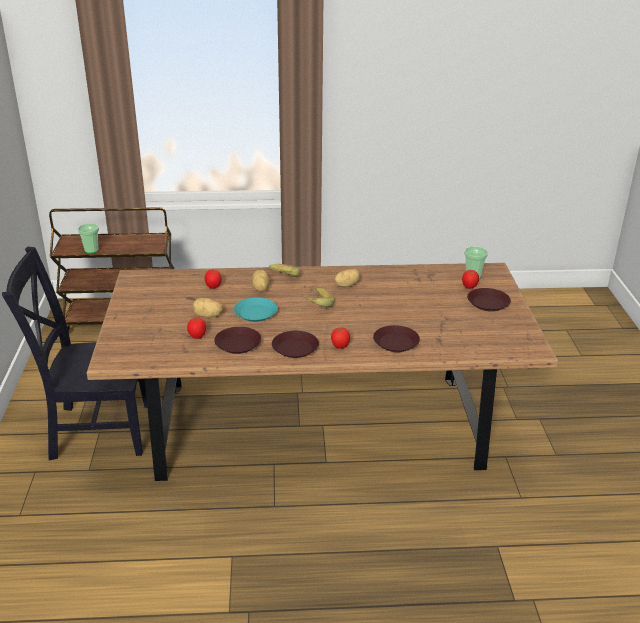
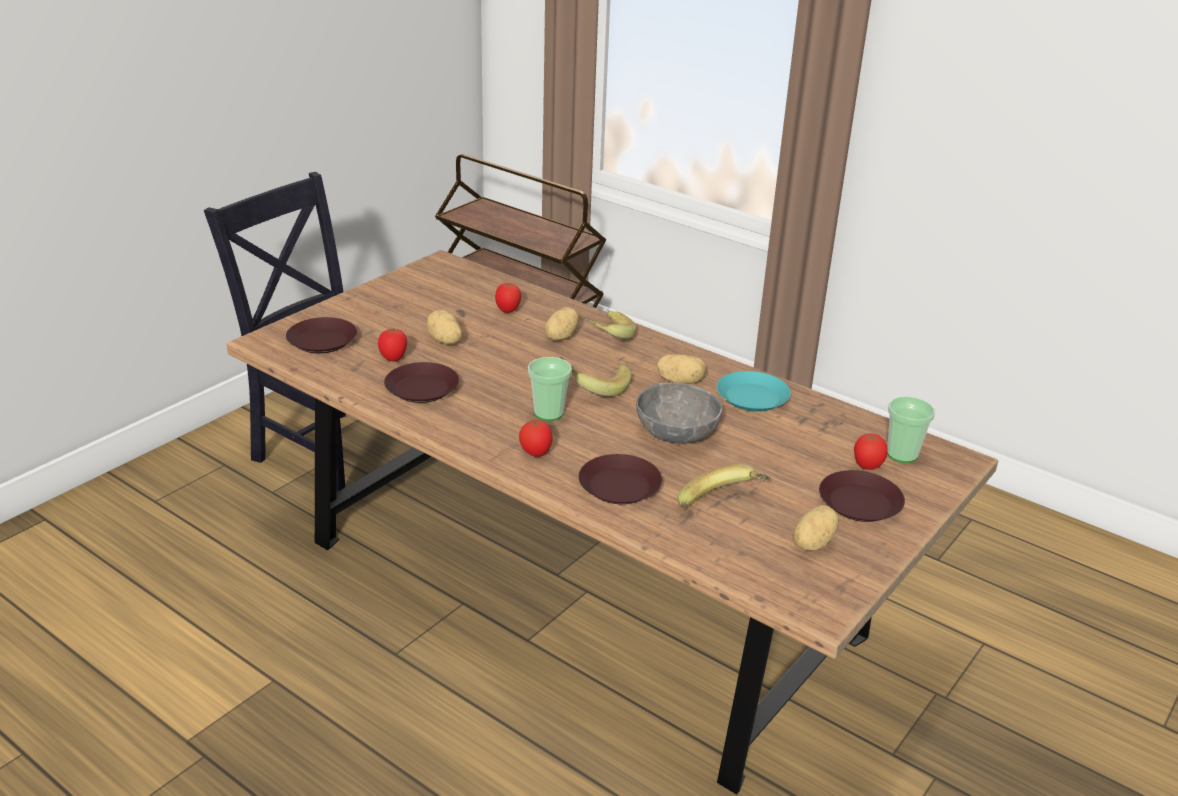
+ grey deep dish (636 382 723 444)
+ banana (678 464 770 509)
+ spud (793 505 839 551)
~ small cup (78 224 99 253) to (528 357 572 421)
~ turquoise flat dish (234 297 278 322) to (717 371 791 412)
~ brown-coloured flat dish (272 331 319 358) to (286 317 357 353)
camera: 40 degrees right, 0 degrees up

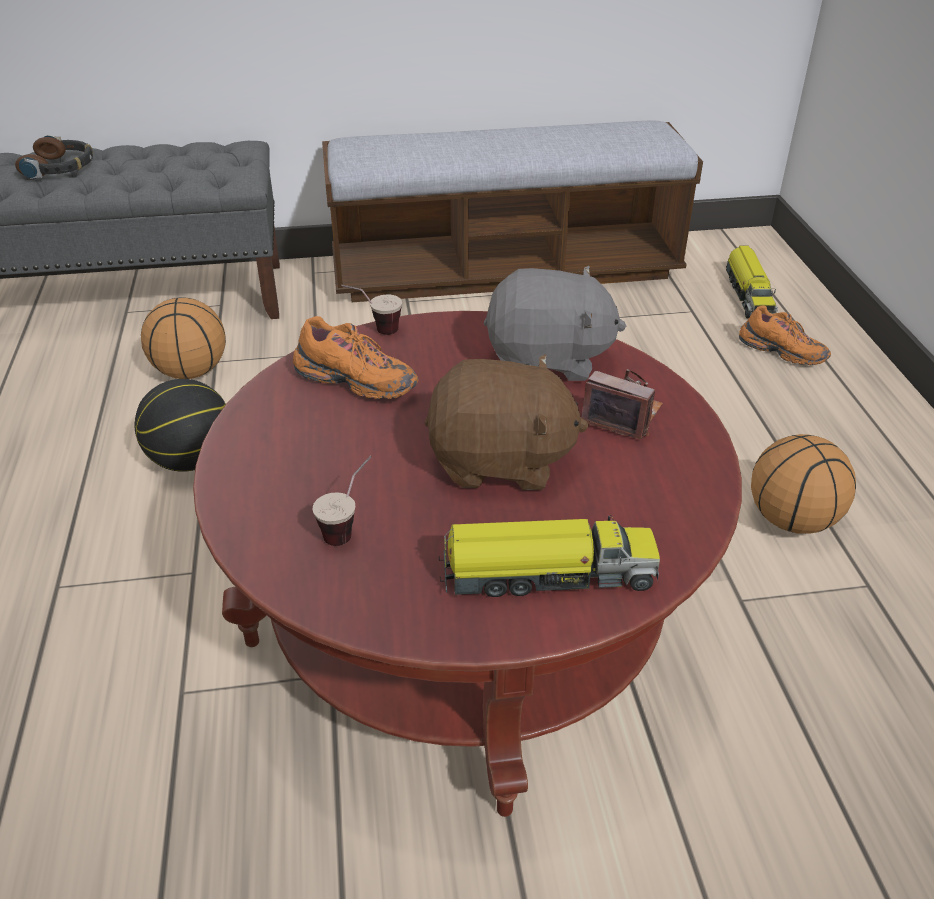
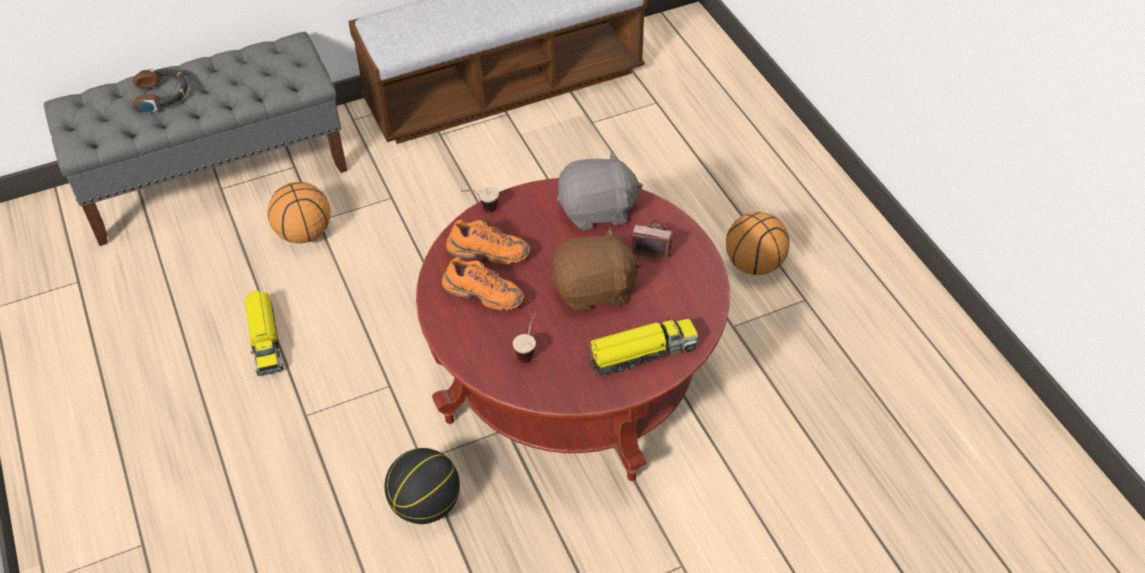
~ basketball (135 379 226 472) to (385 448 460 524)
~ toy lorry (726 245 778 318) to (245 290 283 376)
~ orange-coloured item of footwear (739 305 831 365) to (442 257 525 310)
camera: 15 degrees left, 10 degrees up

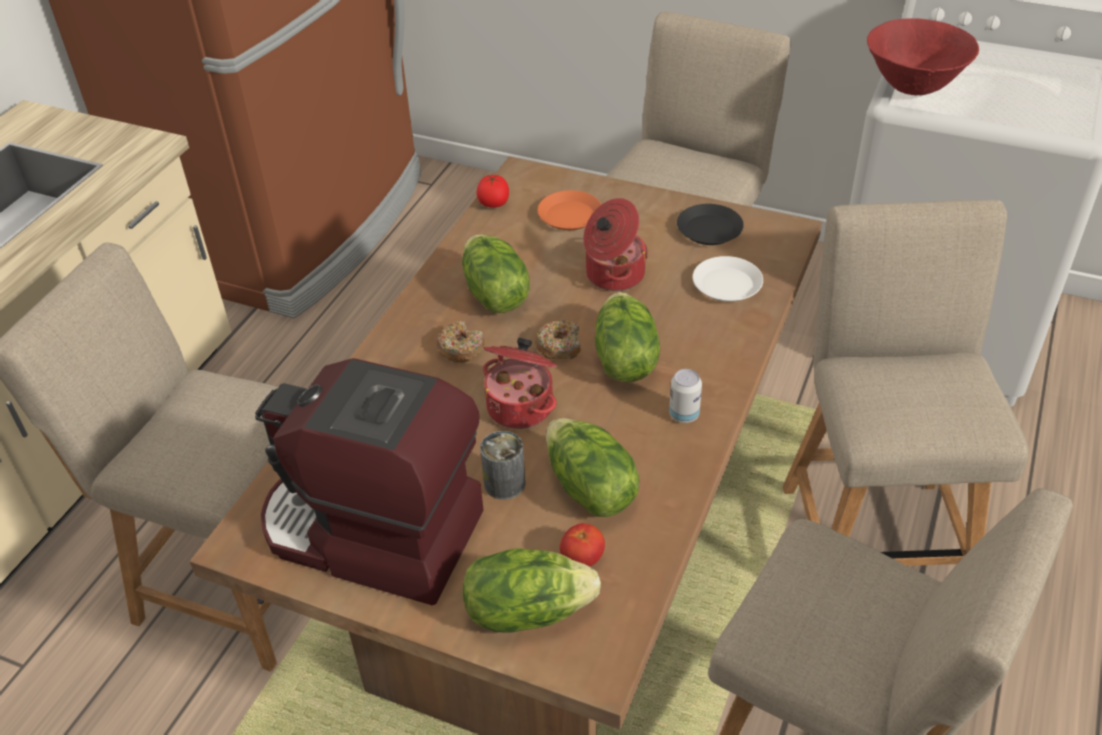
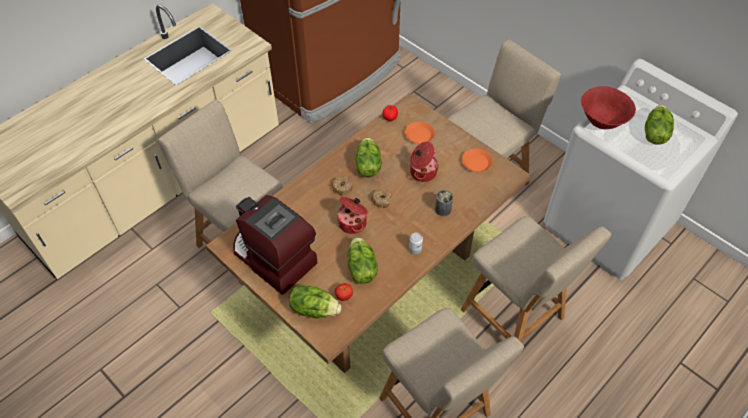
- white-coloured flat dish (693 256 763 302)
~ sealed can (480 431 525 500) to (435 190 453 216)
~ head of lettuce (595 292 660 382) to (645 105 674 145)
~ black flat dish (677 204 744 245) to orange-coloured flat dish (462 148 493 172)
~ beige-coloured plain chair (782 200 1029 566) = (461 216 611 342) 120 degrees clockwise
camera: 20 degrees right, 10 degrees up

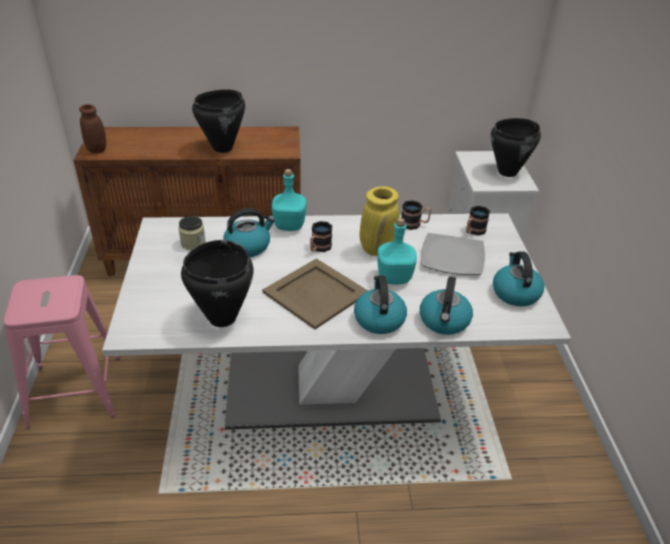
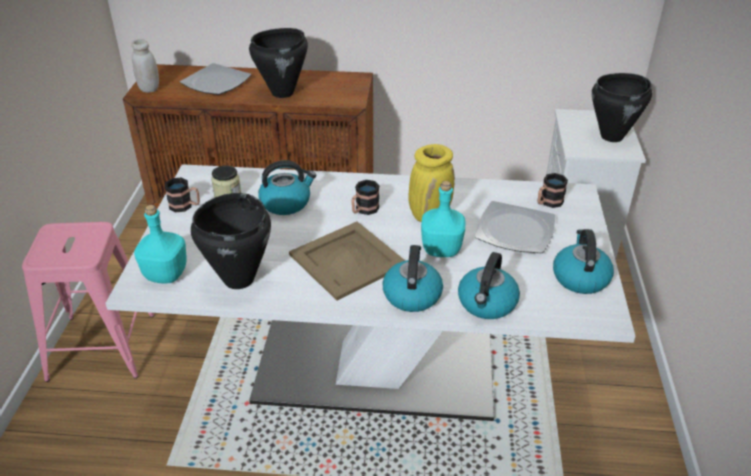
+ flat dish (180 63 251 95)
~ turquoise beverage bottle (272 169 307 231) to (134 205 186 284)
~ coffee mug (401 200 431 230) to (165 177 200 212)
~ brown-coloured jar (79 104 106 153) to white-coloured jar (131 39 159 93)
camera: 10 degrees right, 0 degrees up

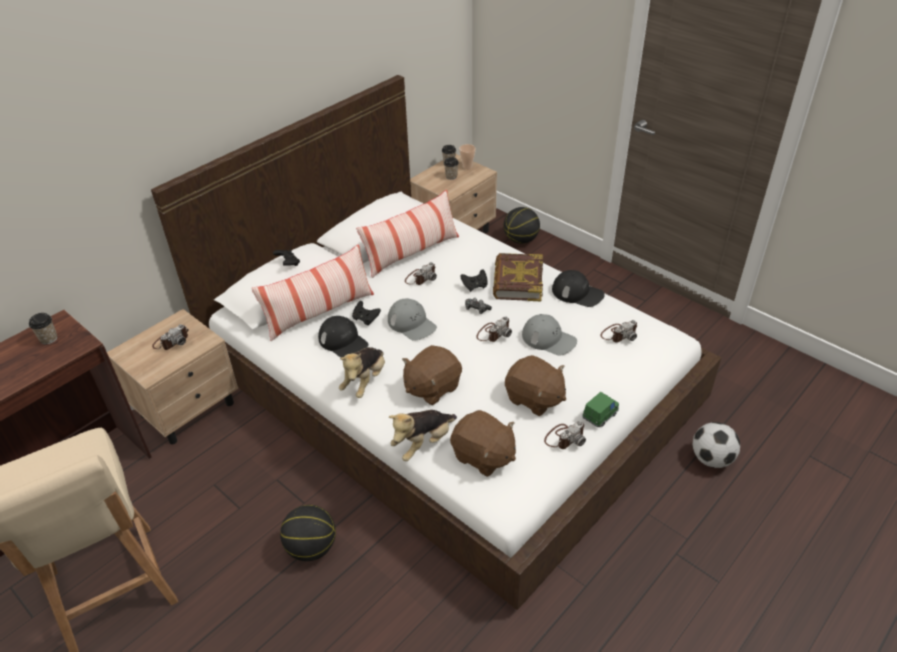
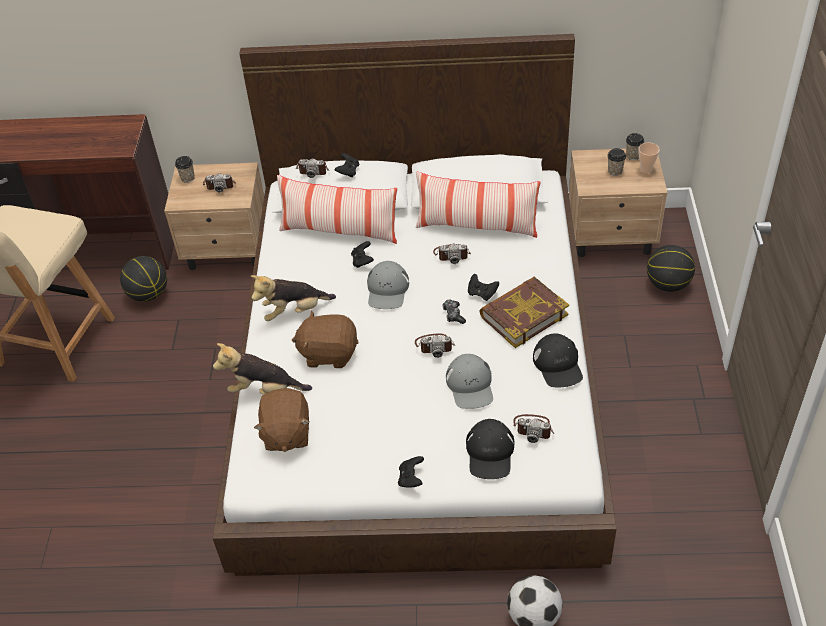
- brown-coloured soft toy (505 355 566 416)
~ small cup (29 313 57 344) to (175 156 195 183)
~ basketball (280 505 336 561) to (120 256 167 302)
~ black cap (318 316 369 358) to (466 419 515 479)
~ still camera (544 421 586 449) to (296 158 329 178)
~ greenish toy car (582 392 619 427) to black game controller (398 456 424 487)
camera: 50 degrees right, 5 degrees up

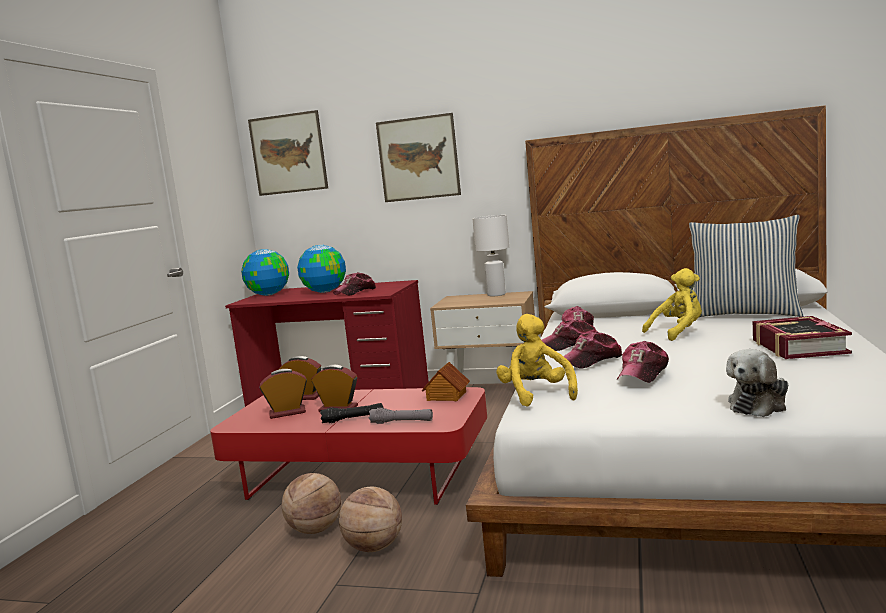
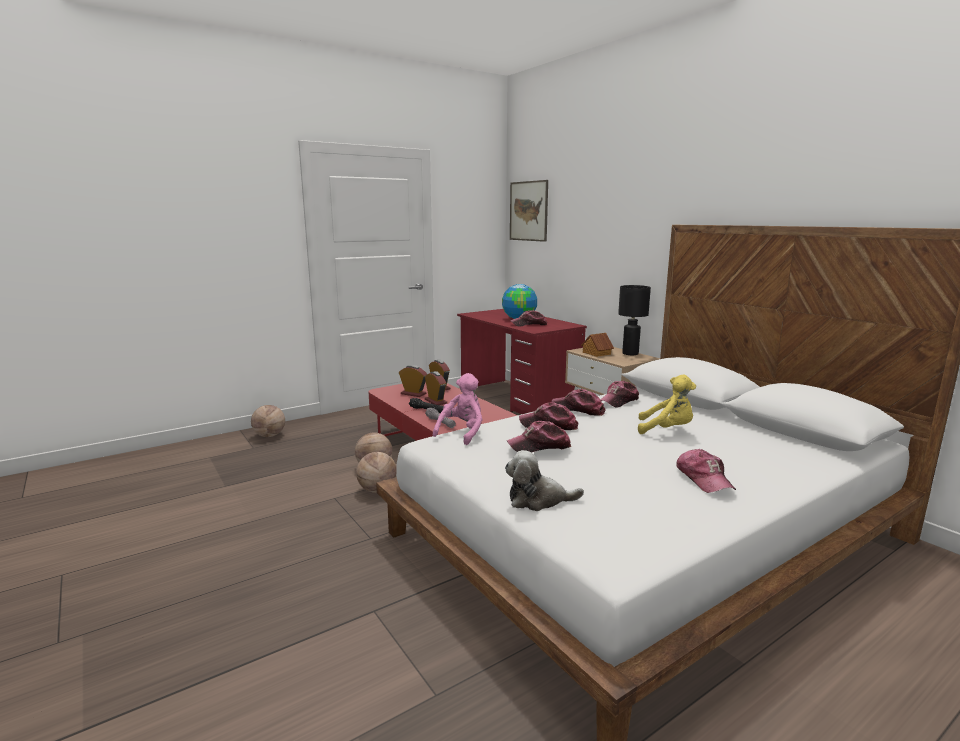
- globe (241 249 289 296)
- wall picture (376 113 461 202)
- throw pillow (689 215 803 317)
+ basketball (251 405 285 437)
~ model house (421 362 470 401) to (581 333 614 357)
~ book (753 316 852 359) to cap (677 449 736 493)
~ white-coloured tabletop lamp (473 215 509 296) to black tabletop lamp (618 285 651 355)
~ yellow soft toy (496 314 578 406) to pink soft toy (433 373 482 445)
camera: 40 degrees right, 5 degrees up

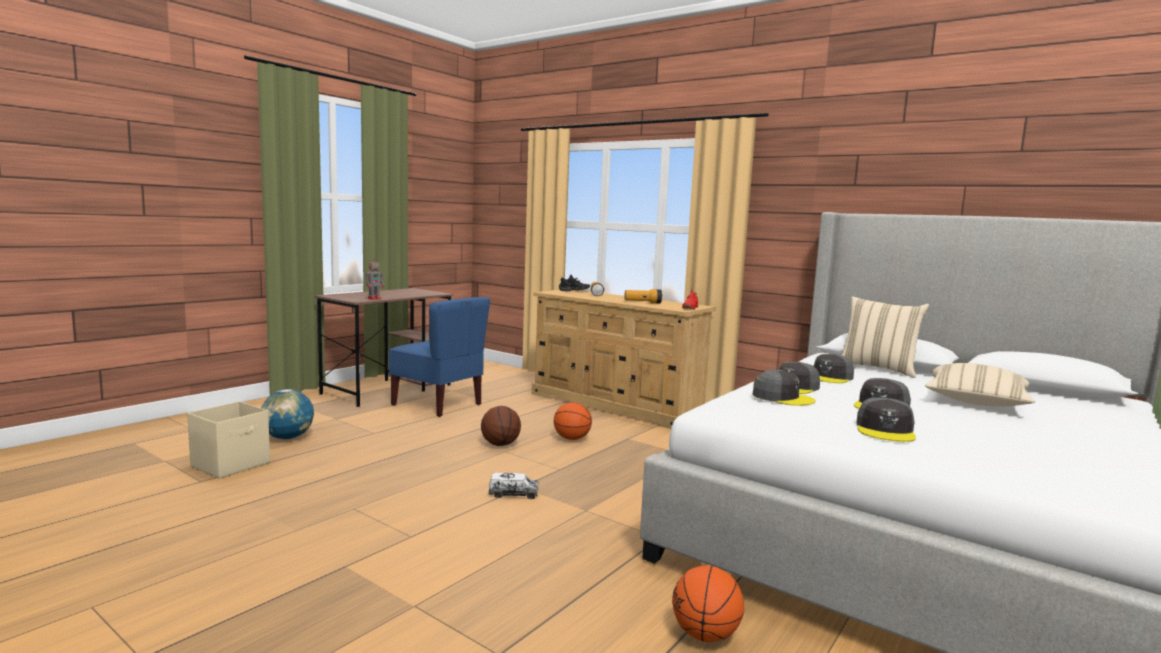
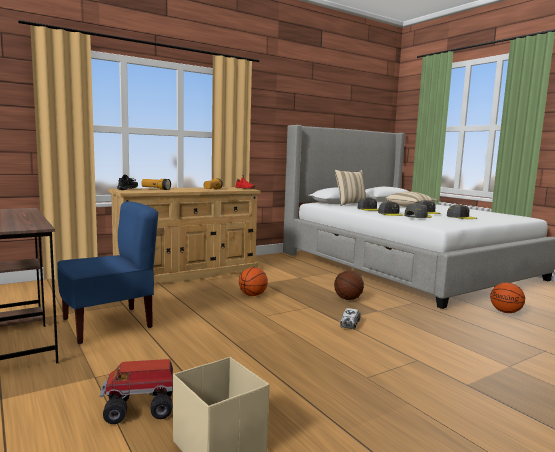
- toy robot (366 260 384 300)
~ basketball (481 406 521 446) to (334 271 364 300)
~ globe (261 389 314 440) to toy lorry (100 359 173 424)
camera: 70 degrees left, 0 degrees up

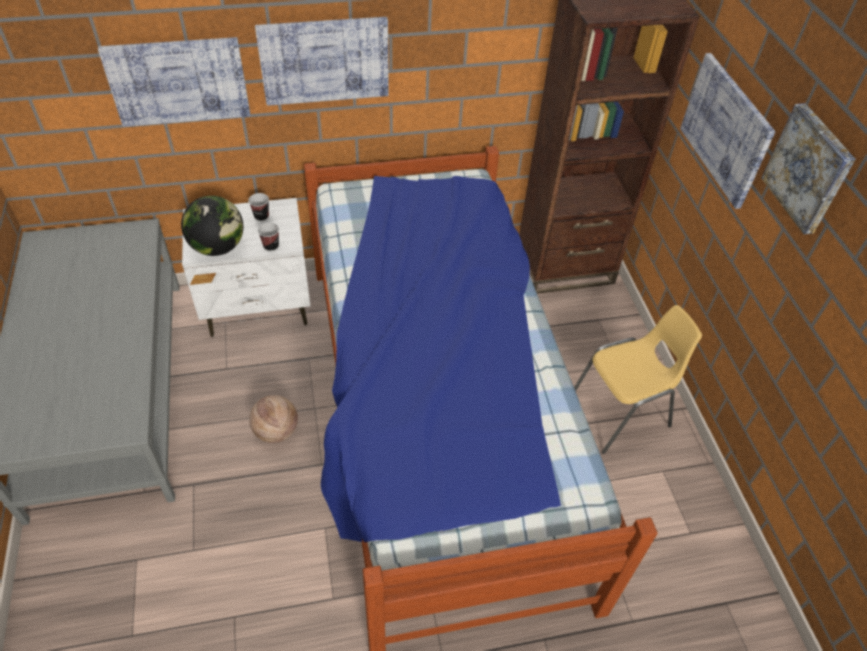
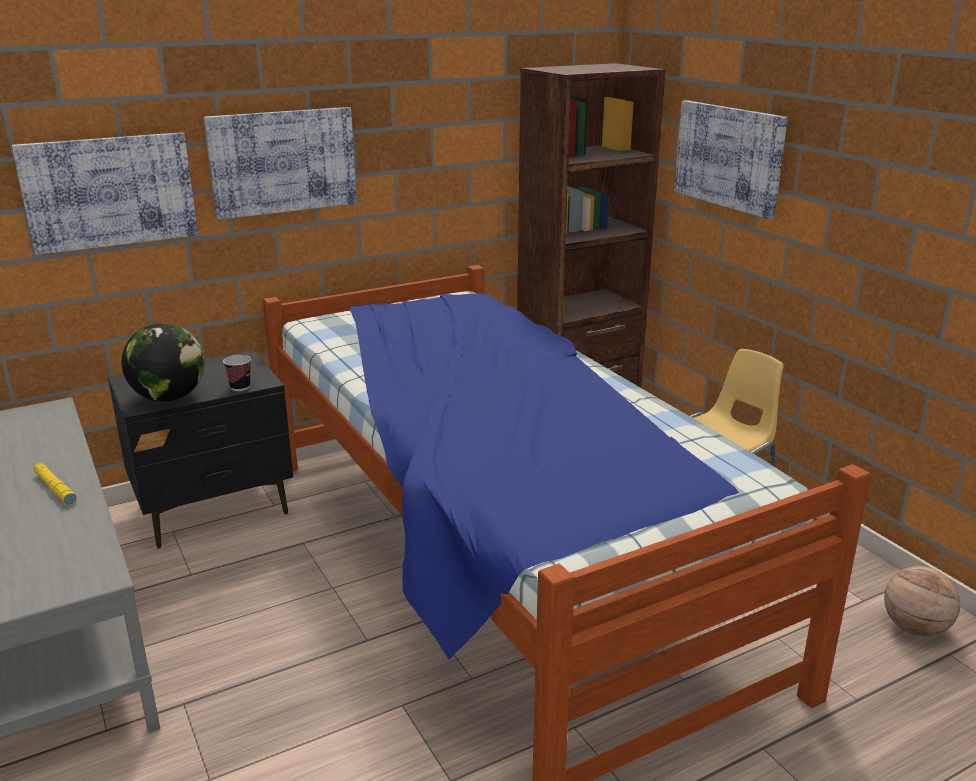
- small cup (248 193 269 221)
- wall picture (761 103 856 234)
+ yellow flashlight (34 463 77 505)
~ basketball (249 395 298 443) to (884 566 960 637)
~ white-coloured nightstand (182 198 310 337) to black nightstand (108 350 293 549)
camera: 15 degrees left, 25 degrees down

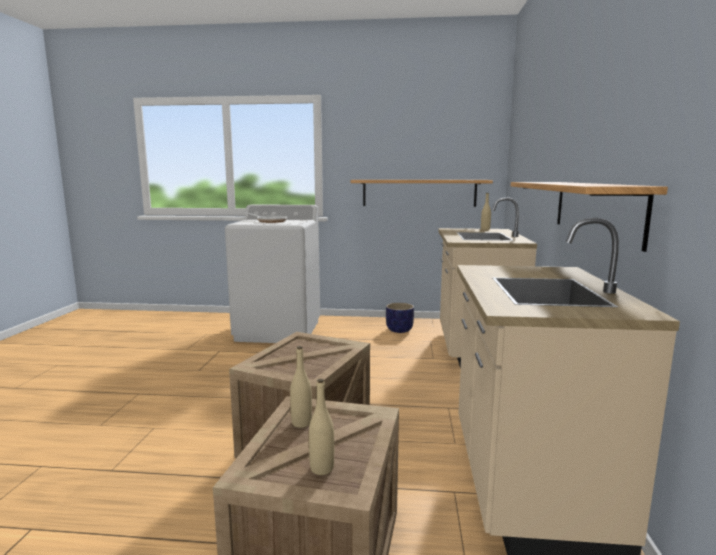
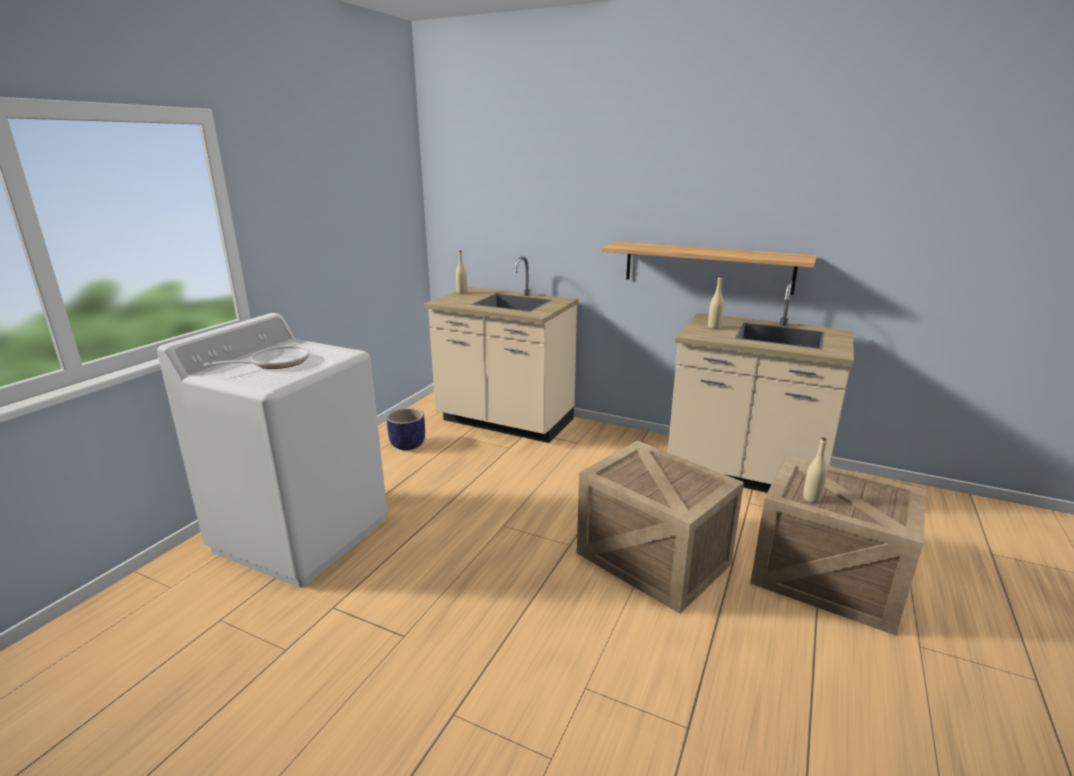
- bracket shelf (350 180 493 207)
~ beige-coloured beverage bottle (309 379 334 475) to (708 276 724 329)
camera: 70 degrees left, 10 degrees up

